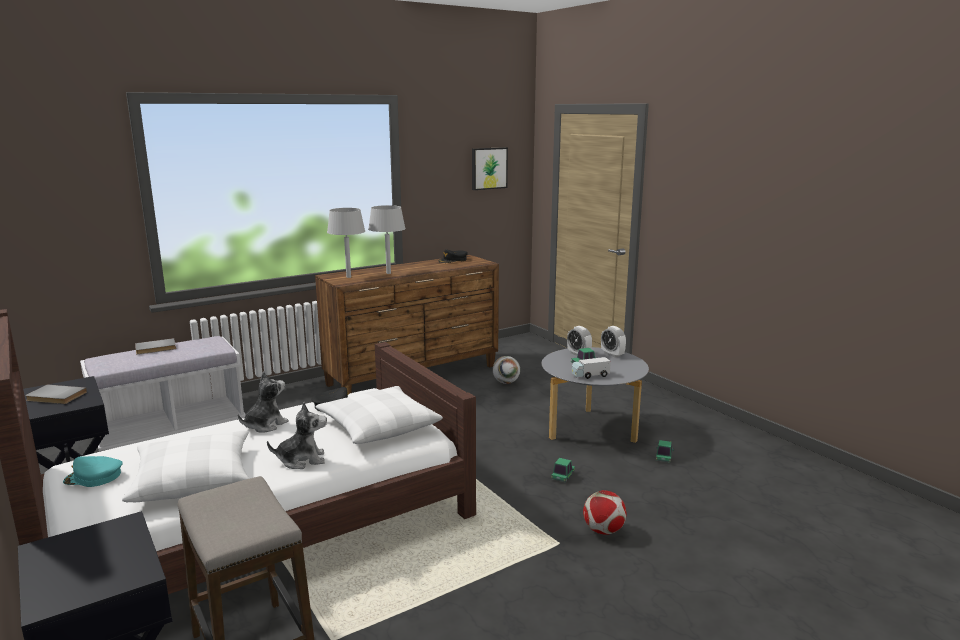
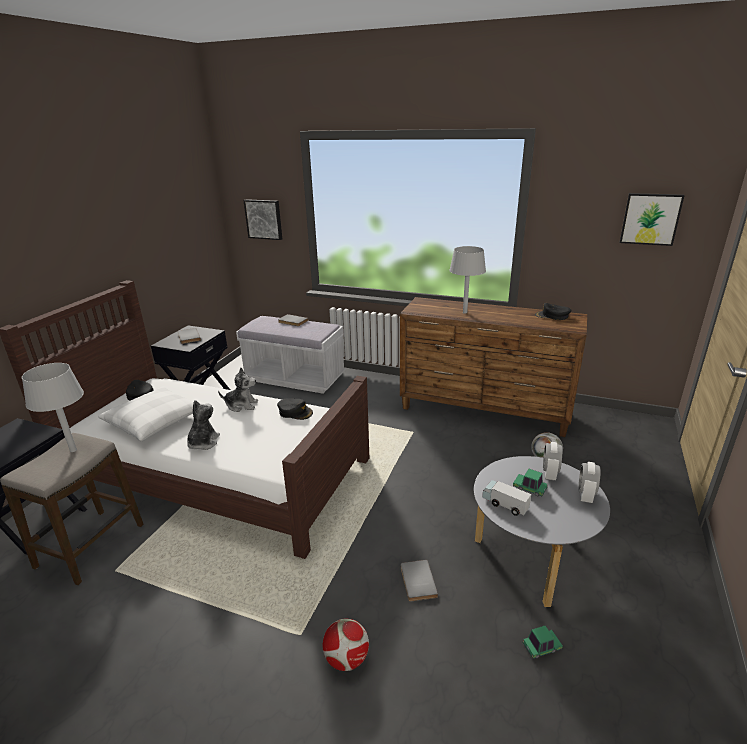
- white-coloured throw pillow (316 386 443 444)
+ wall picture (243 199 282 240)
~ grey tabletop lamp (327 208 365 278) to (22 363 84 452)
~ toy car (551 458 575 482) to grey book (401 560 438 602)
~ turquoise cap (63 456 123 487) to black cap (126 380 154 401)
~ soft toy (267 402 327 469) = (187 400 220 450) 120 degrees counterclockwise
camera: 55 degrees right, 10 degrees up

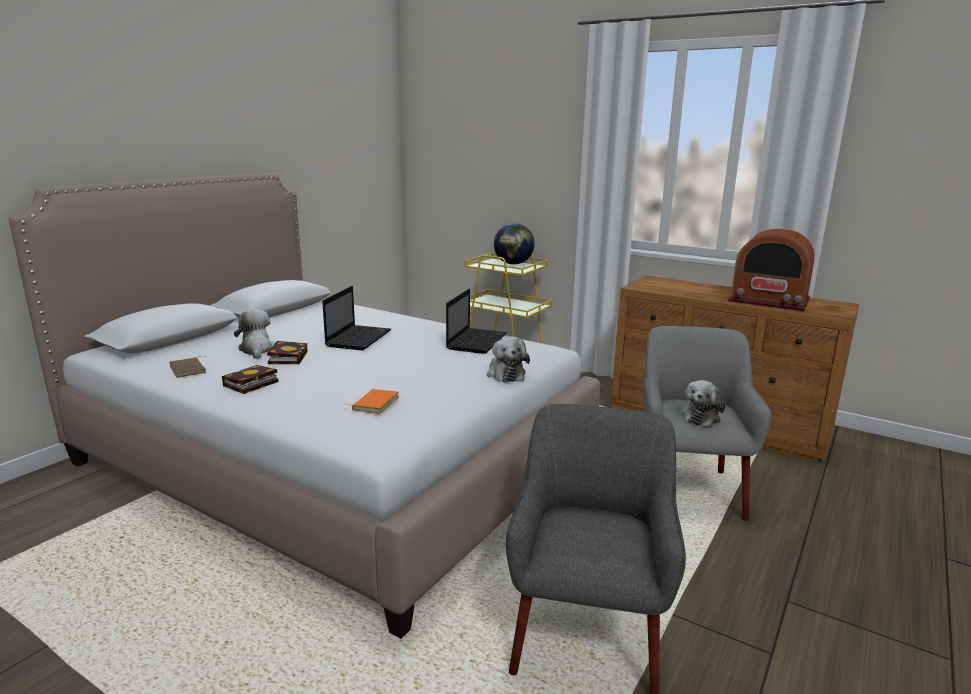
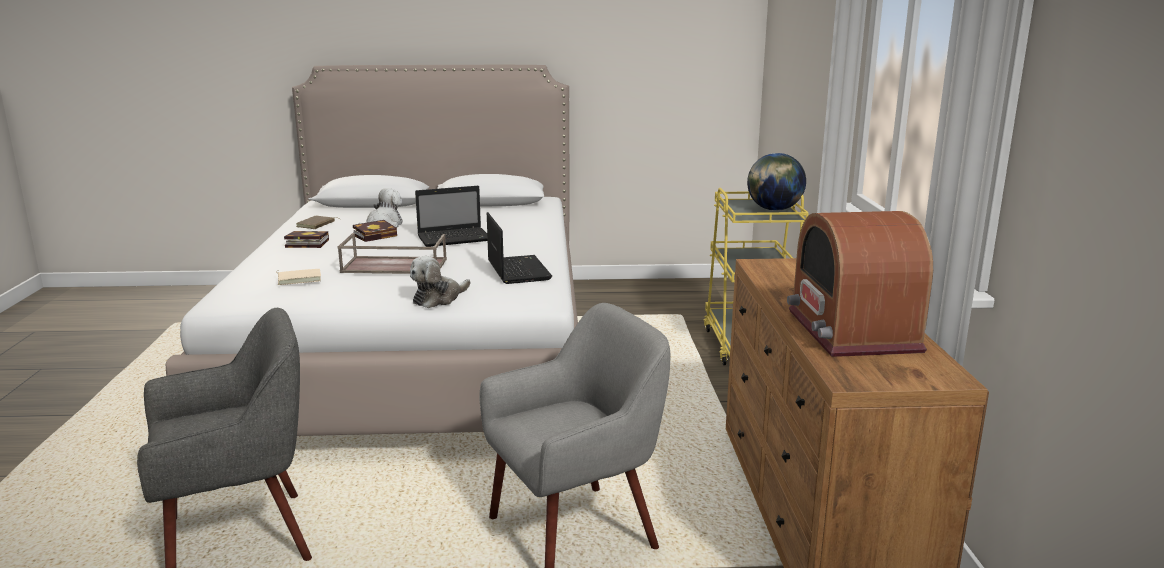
- soft toy (680 380 726 427)
+ brown-coloured tray (337 233 447 274)
~ orange-coloured book (348 389 399 414) to beige-coloured book (276 269 321 285)
~ notebook computer (446 289 507 354) = (487 212 552 284) 90 degrees counterclockwise
camera: 55 degrees right, 0 degrees up

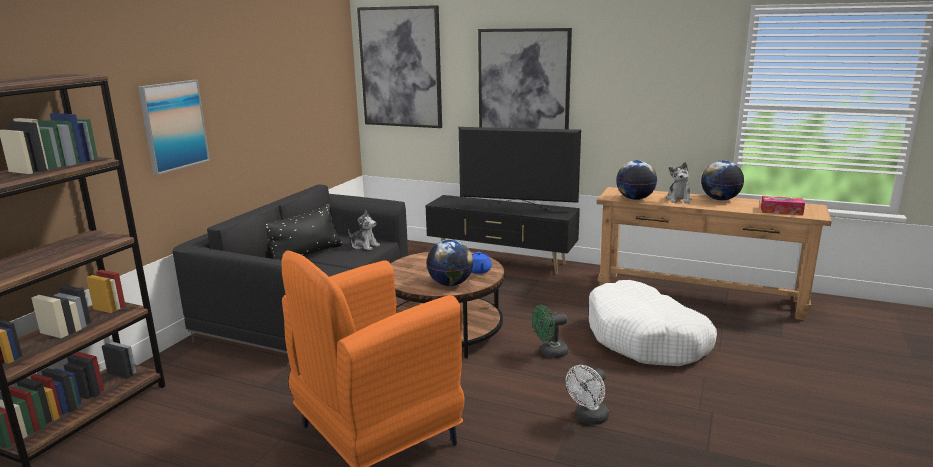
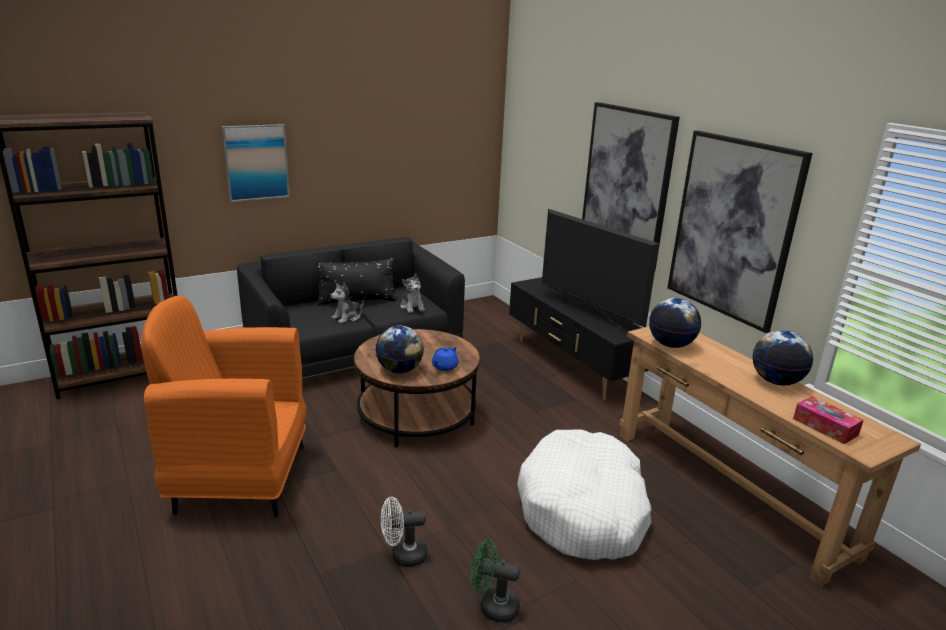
~ wall picture (357 5 442 128) to (667 130 813 333)
~ greenish electric fan (532 305 569 358) to (471 540 520 623)
~ soft toy (666 162 692 203) to (330 283 364 323)
camera: 35 degrees right, 5 degrees up

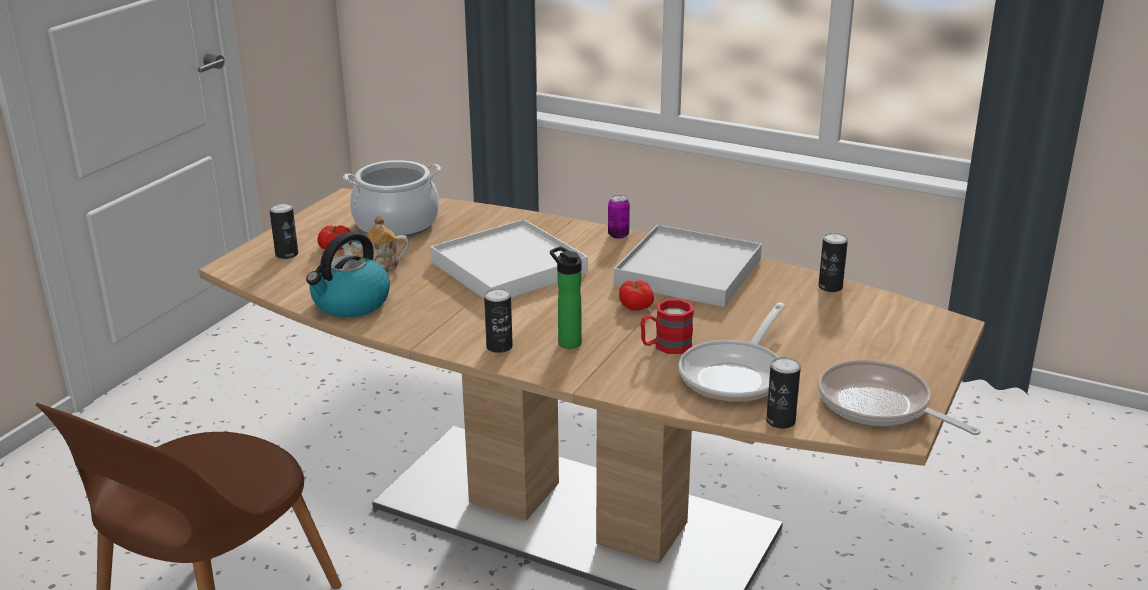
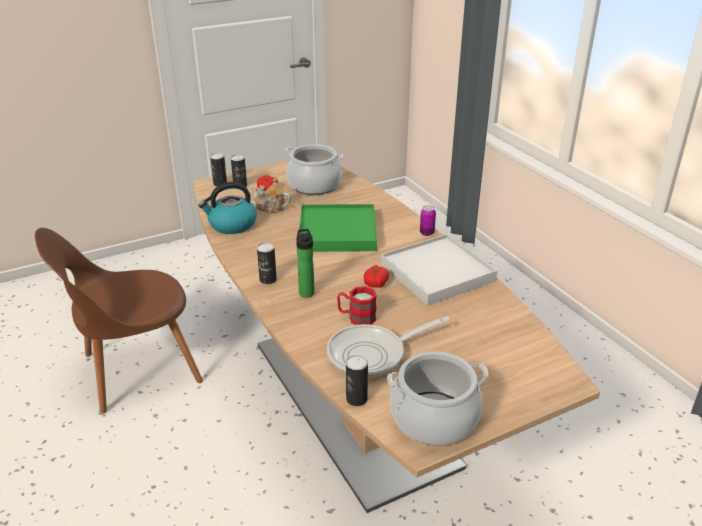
~ sealed can (818 233 848 292) to (210 153 227 187)
~ skillet (818 360 981 435) to saucepot (387 351 489 446)
~ white-coloured tray (430 219 588 298) to greenish tray (299 204 377 252)
camera: 35 degrees right, 5 degrees up

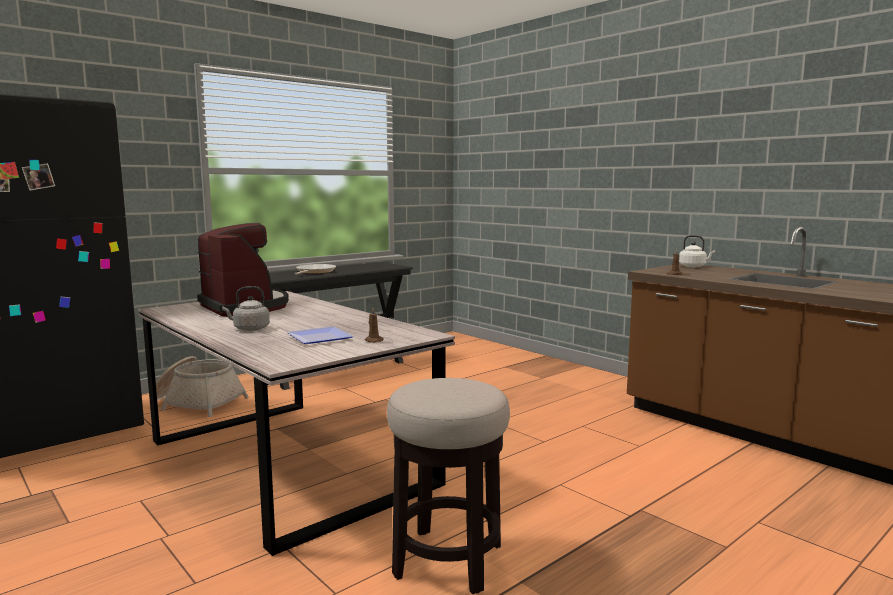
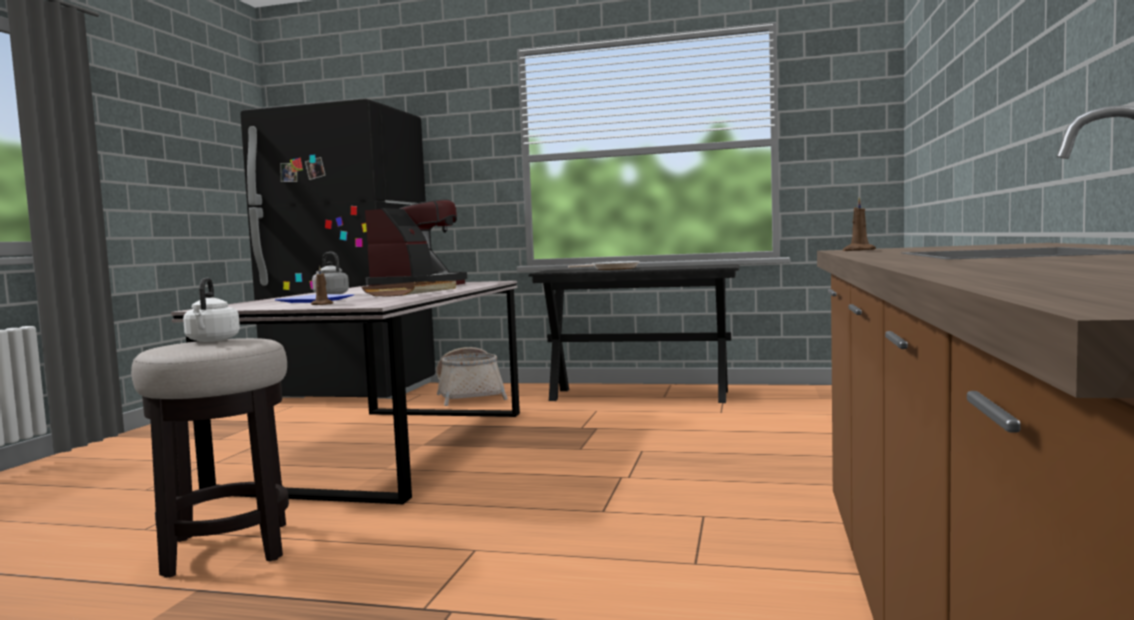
+ brown-coloured tray (362 281 456 297)
~ white-coloured water kettle (679 235 715 267) to (183 278 240 342)
camera: 55 degrees right, 5 degrees down

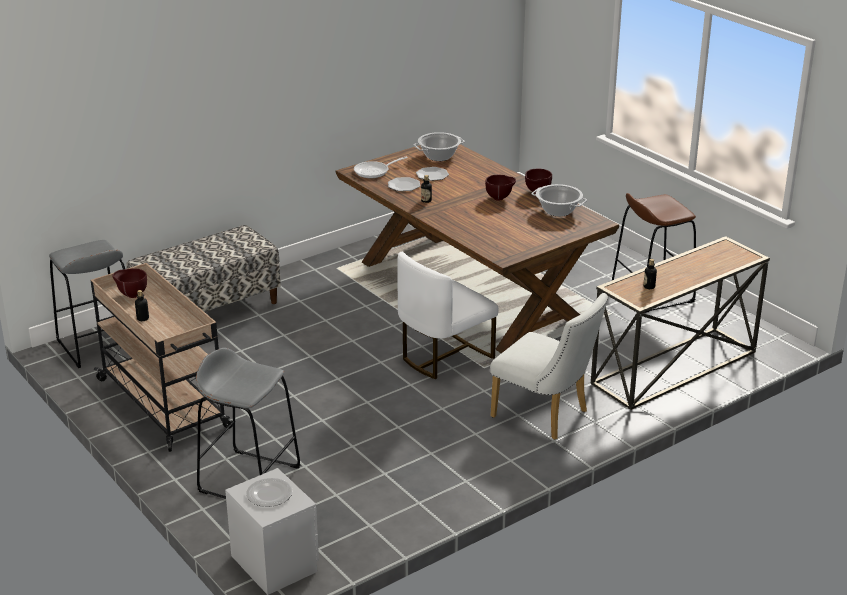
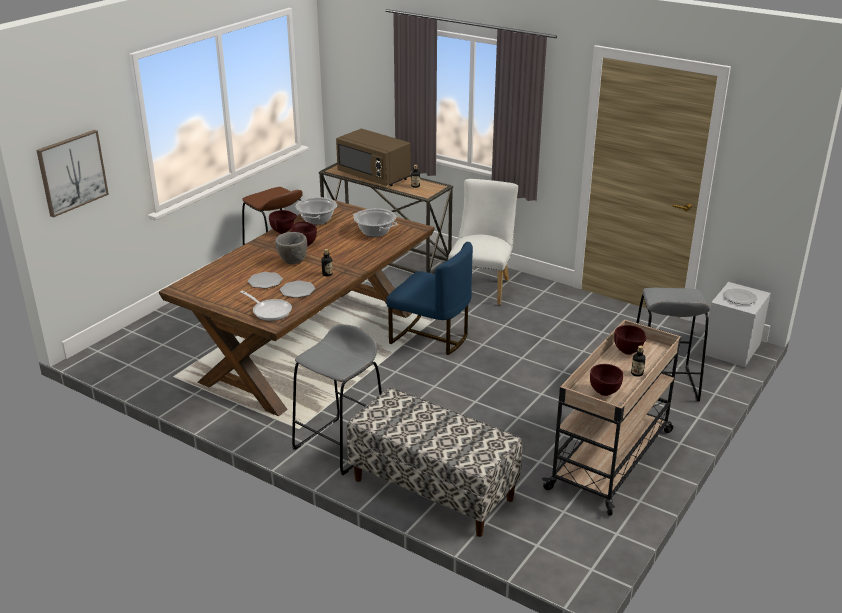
+ wall picture (36 130 109 218)
+ grey deep dish (275 232 307 265)
+ brown-coloured microwave oven (336 129 411 186)
+ brown-coloured deep dish (614 325 647 355)
~ grey stool seat (49 240 125 368) to (292 324 382 475)
~ saucepot (414 132 465 161) to (353 208 397 237)
~ white-coloured plain chair (397 252 499 379) to bluish plain chair (386 242 473 355)
camera: 110 degrees left, 0 degrees up

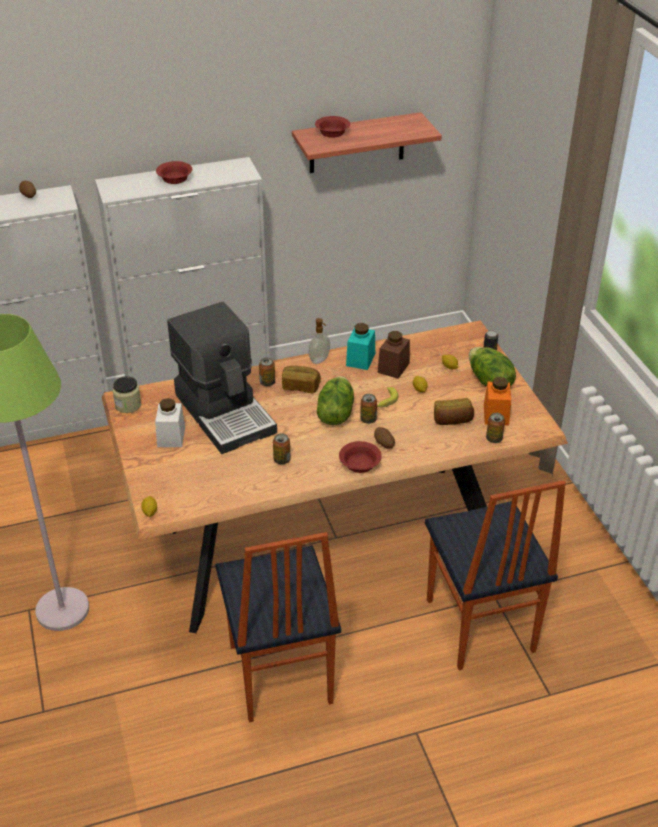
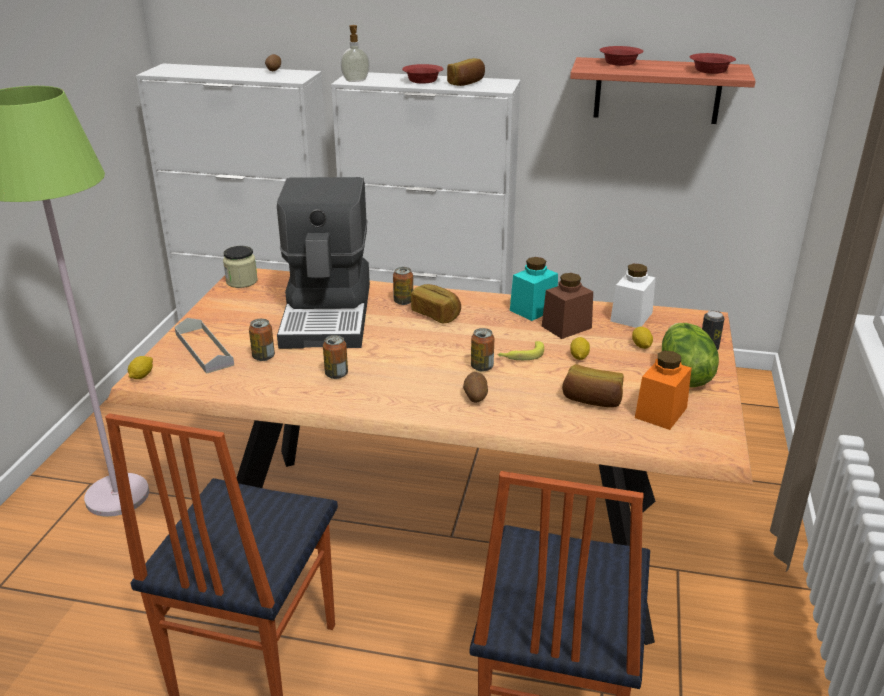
- head of lettuce (317 376 354 425)
+ grey tray (175 318 234 374)
+ bakery bread (447 58 485 86)
~ white-coloured jar (155 398 185 447) to (610 264 656 328)
~ soap bottle (309 318 330 364) to (341 25 370 82)
~ reddish deep dish (339 441 382 473) to (690 53 736 74)
~ sealed can (486 413 505 443) to (249 319 275 361)
camera: 30 degrees right, 10 degrees down

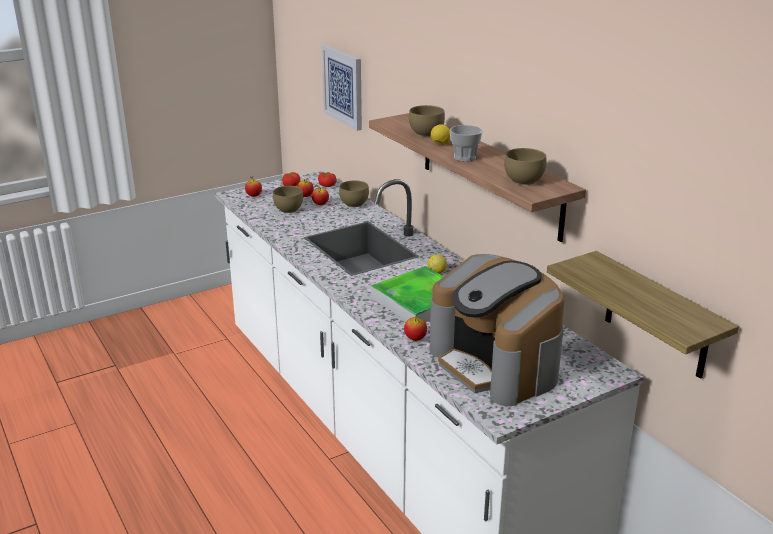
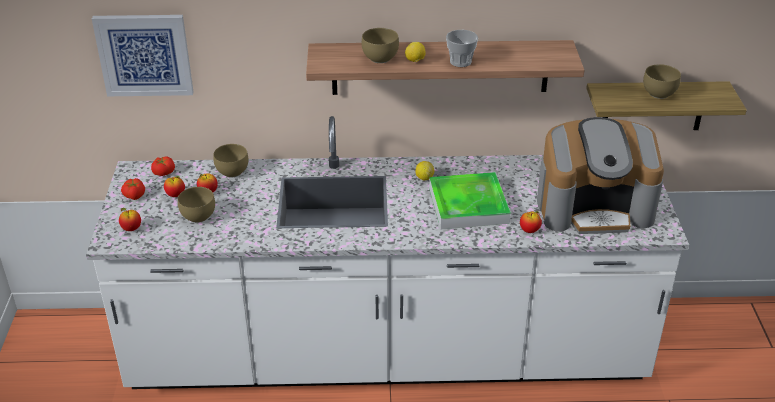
~ brown-coloured deep dish (504 148 546 185) to (643 64 681 99)
camera: 60 degrees left, 10 degrees up

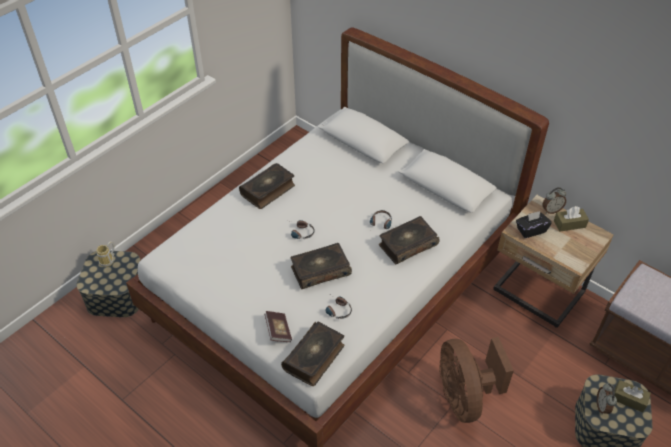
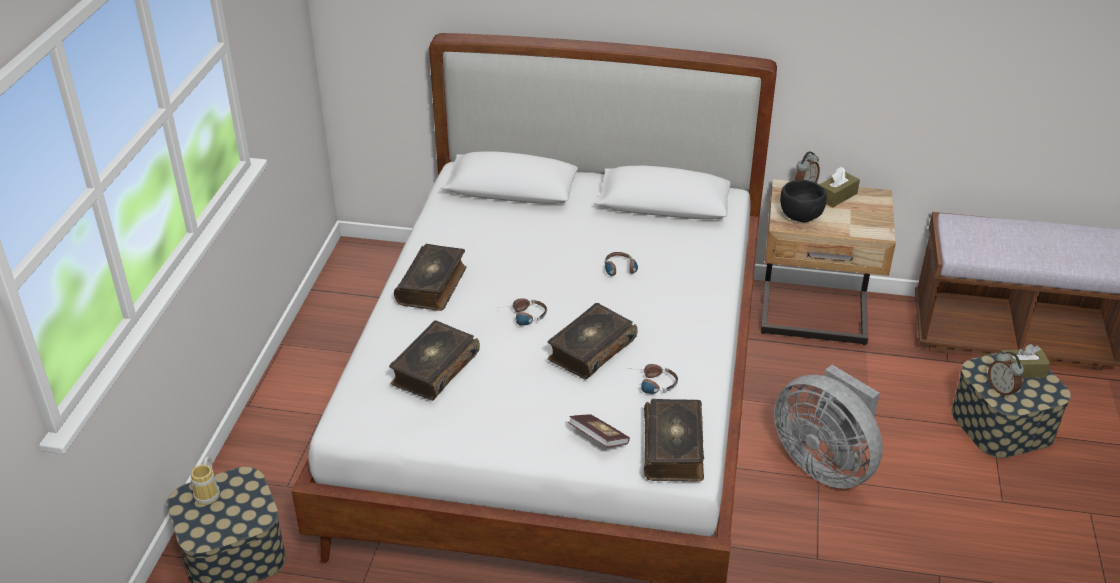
~ book (379 216 439 264) to (389 321 480 401)
~ black tissue holder (516 211 552 238) to black deep dish (780 180 827 223)
~ brown-coloured electric fan (439 337 514 423) to grey electric fan (774 365 883 489)
camera: 30 degrees left, 10 degrees down

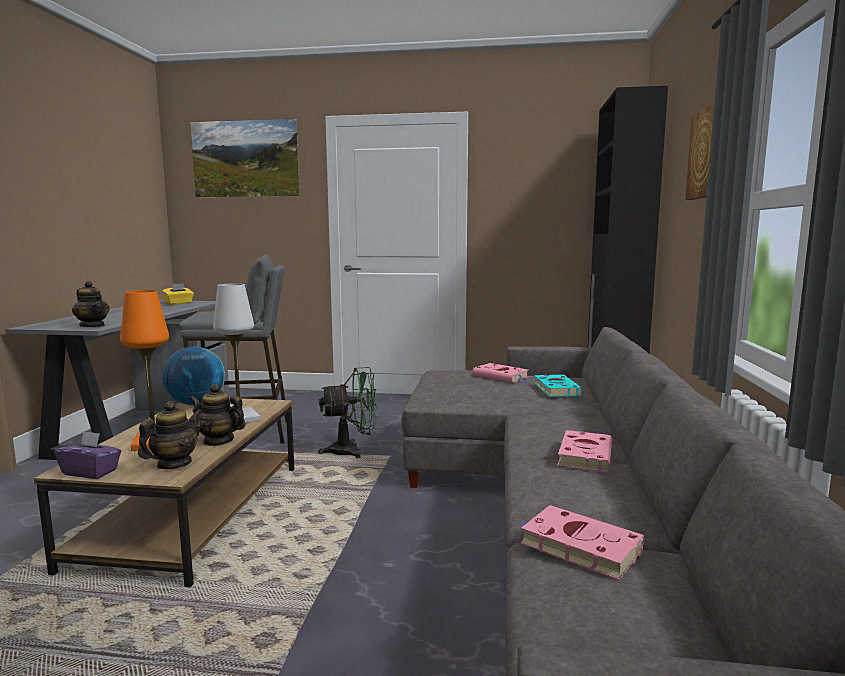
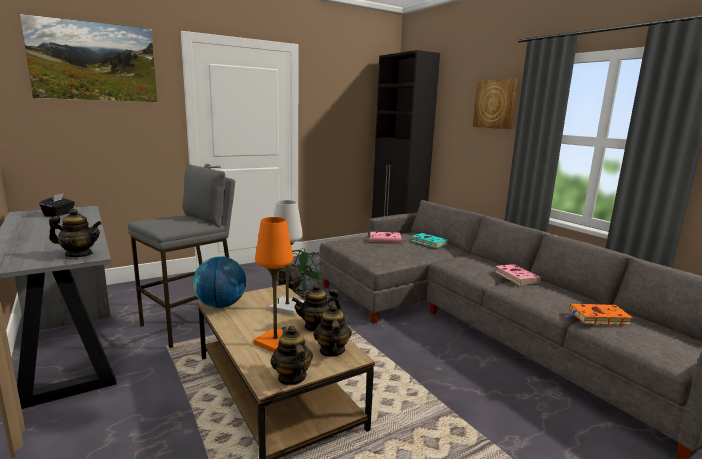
~ purplish tissue holder (54 431 121 479) to tea pot (271 326 313 385)
~ yellow tissue holder (162 283 194 305) to black tissue holder (39 193 75 217)
~ pink book (520 505 644 580) to orange-coloured book (566 304 633 325)
camera: 40 degrees left, 5 degrees up

